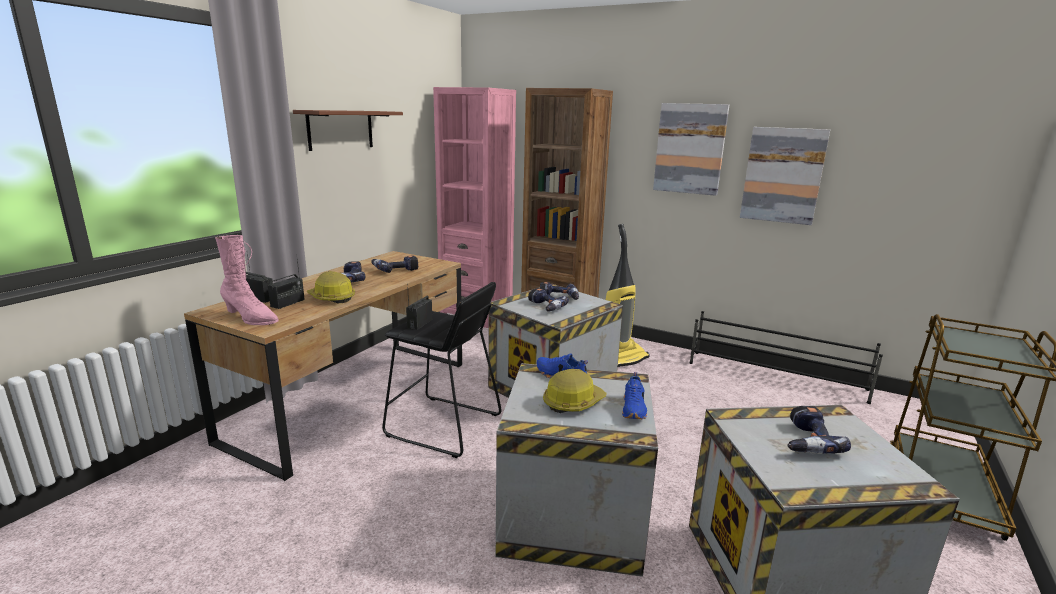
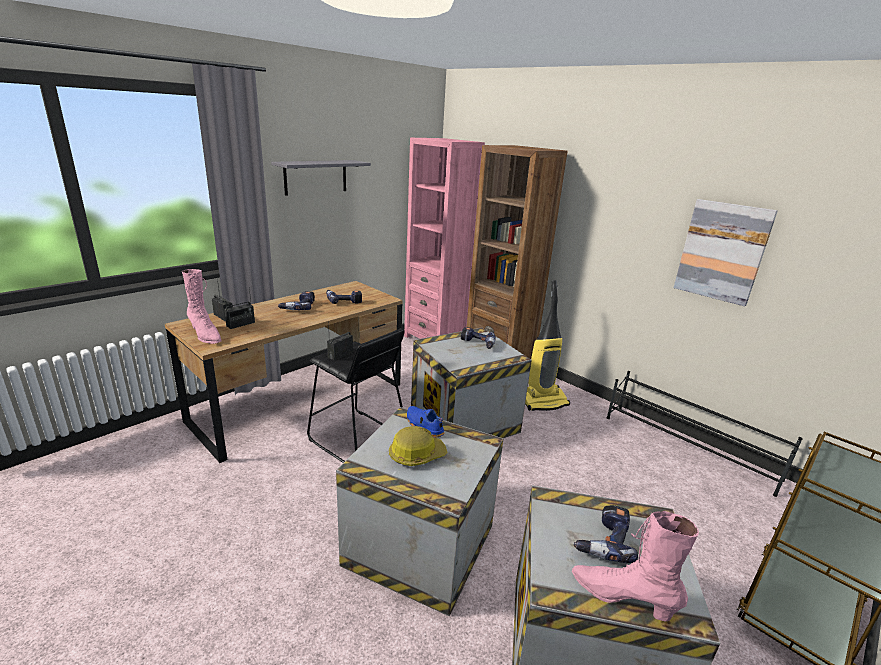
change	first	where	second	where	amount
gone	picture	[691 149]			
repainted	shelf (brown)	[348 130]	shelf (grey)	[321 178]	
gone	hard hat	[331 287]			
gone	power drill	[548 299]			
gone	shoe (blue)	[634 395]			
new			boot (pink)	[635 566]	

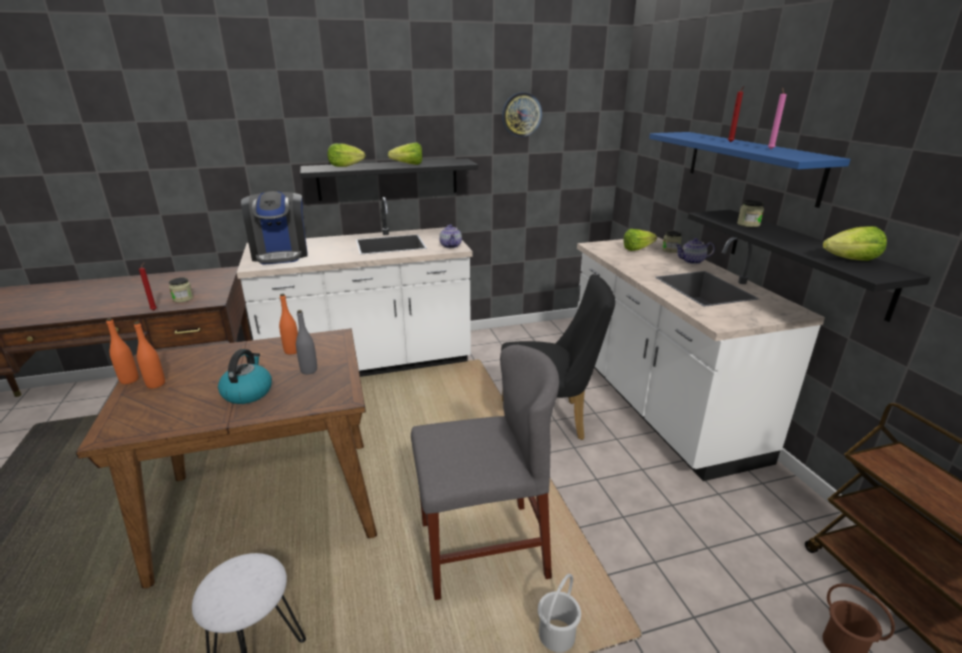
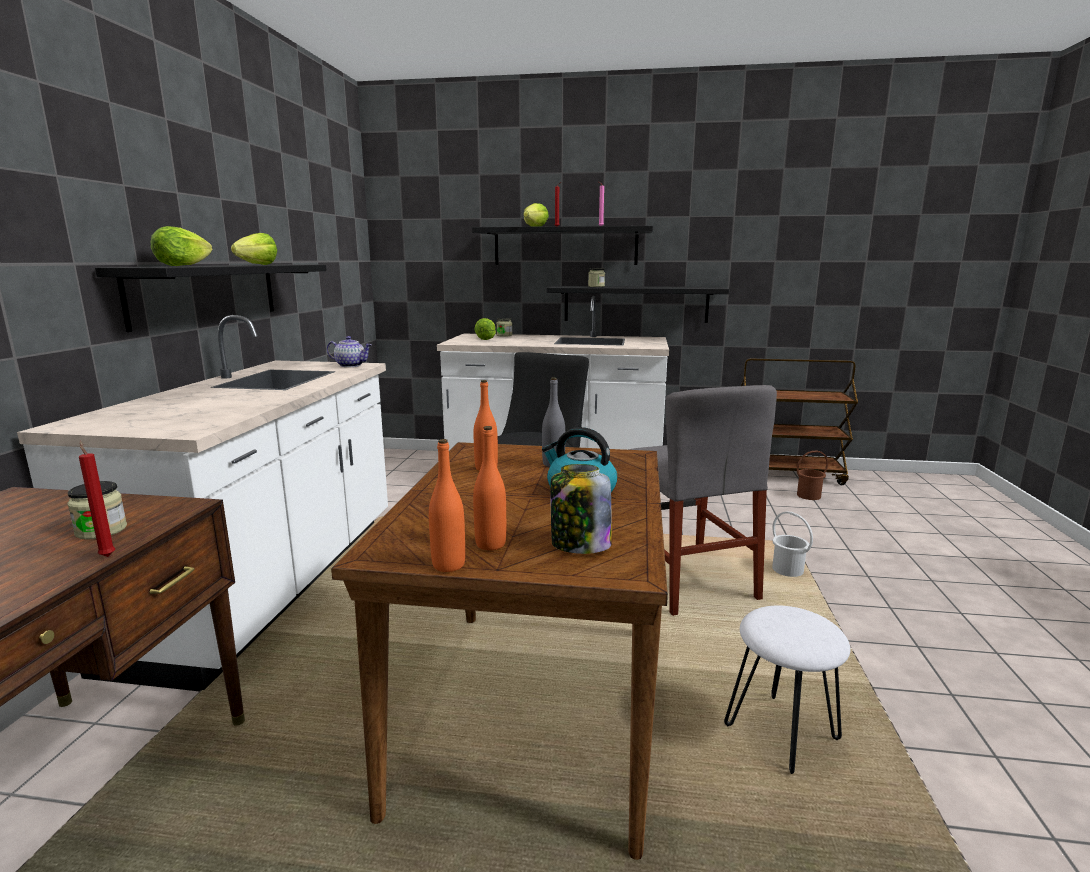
change	first	where	second	where	amount
gone	wall clock	[522 114]			
repainted	shelf (blue)	[749 170]	shelf (black)	[562 245]	
gone	coffee machine	[274 228]			
shifted	lettuce	[855 243]		[536 215]	
gone	teapot	[695 251]			
rotated	chair (grey)	[485 472]		[702 500]	150 degrees clockwise
new			jar	[581 509]	

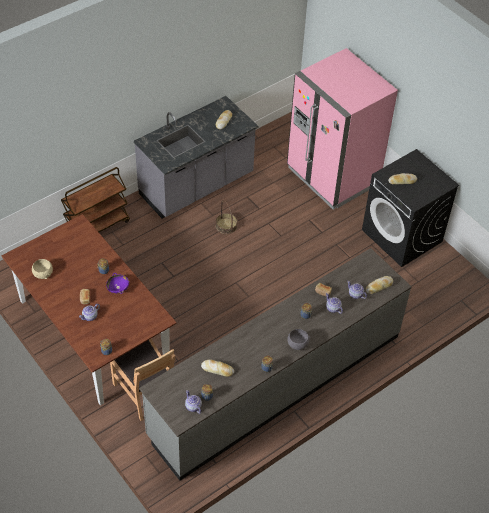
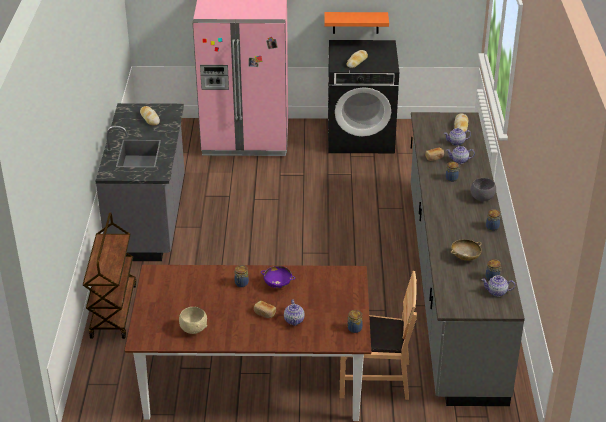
change	first	where	second	where	amount
gone	basket	[227 217]			
swapped	bread	[217 368]	bowl (beige)	[466 250]	
new			shelf (orange)	[356 23]	

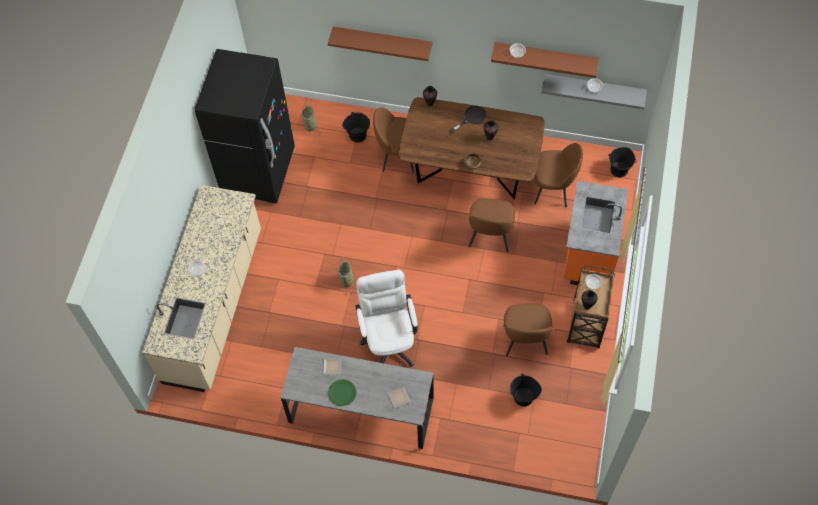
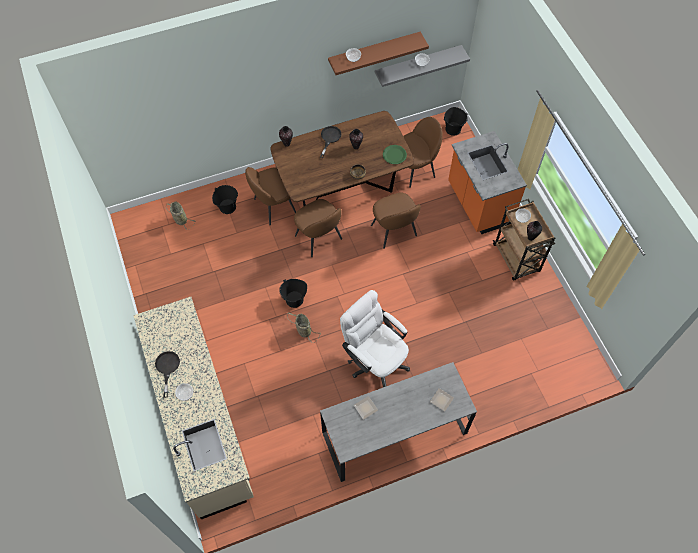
change	first	where	second	where	amount
gone	shelf (brown)	[380 44]			
gone	fridge (black)	[245 126]			
shifted	chair (brown)	[528 330]		[318 228]	
shifted	bucket (black)	[526 390]		[293 293]	
shifted	plate (green)	[342 392]		[395 154]	
new			frying pan (black)	[167 374]	

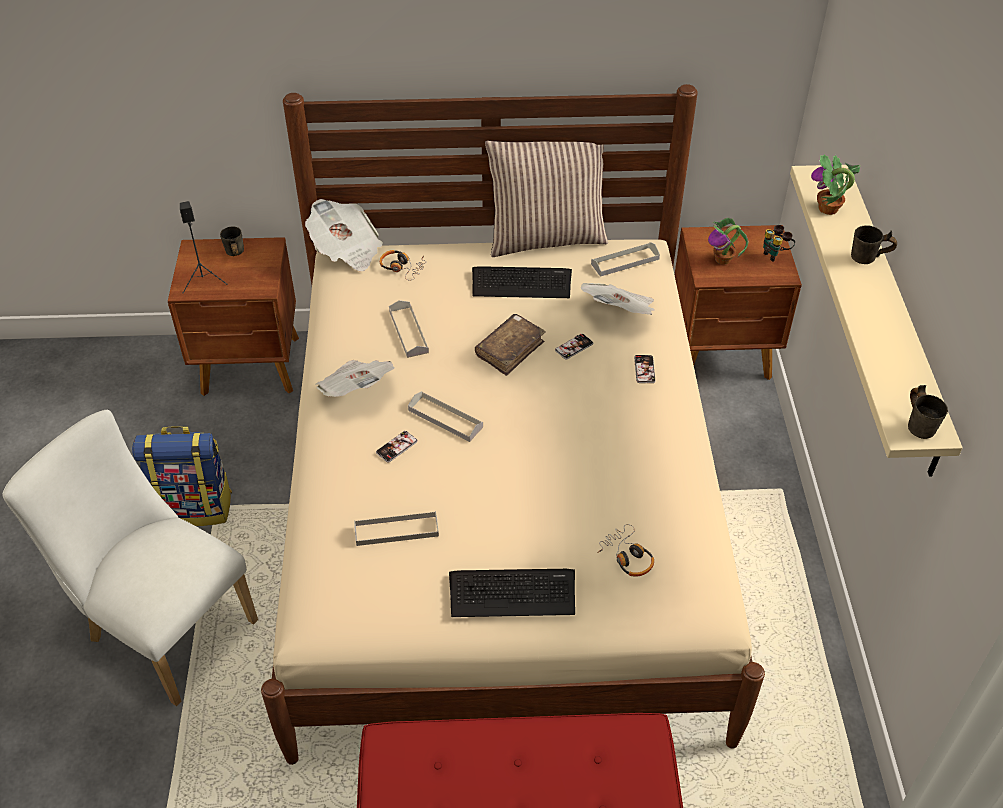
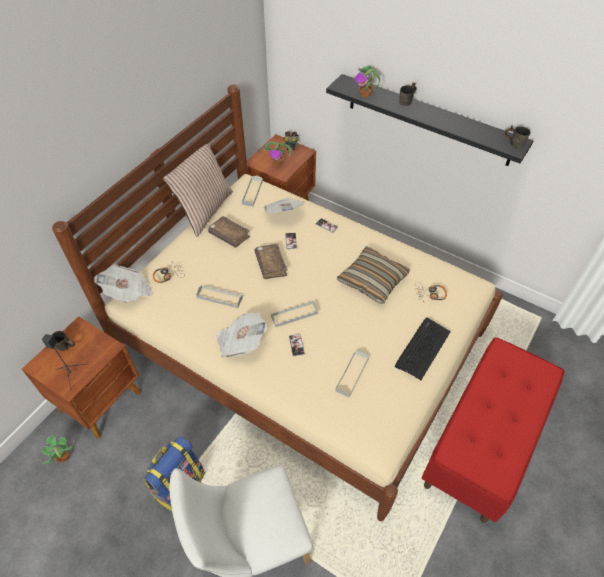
change	first	where	second	where	amount
repainted	shelf (beige)	[876 321]	shelf (black)	[429 120]	
swapped	keyboard	[522 282]	book (brown)	[229 232]	
new			pillow	[373 275]	
new			potted plant	[57 450]	

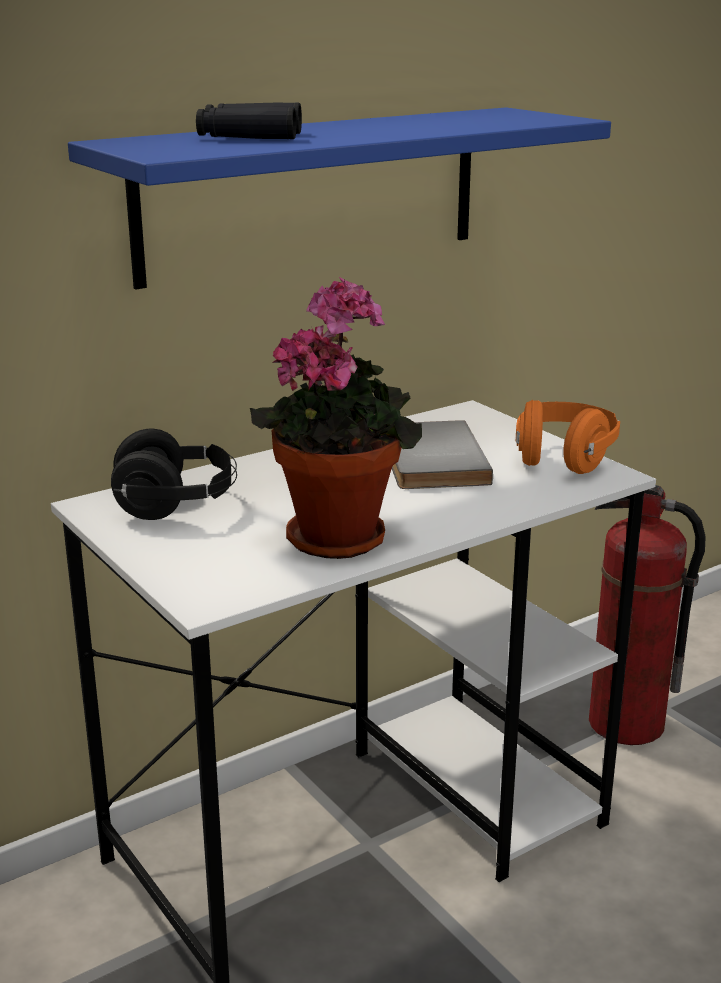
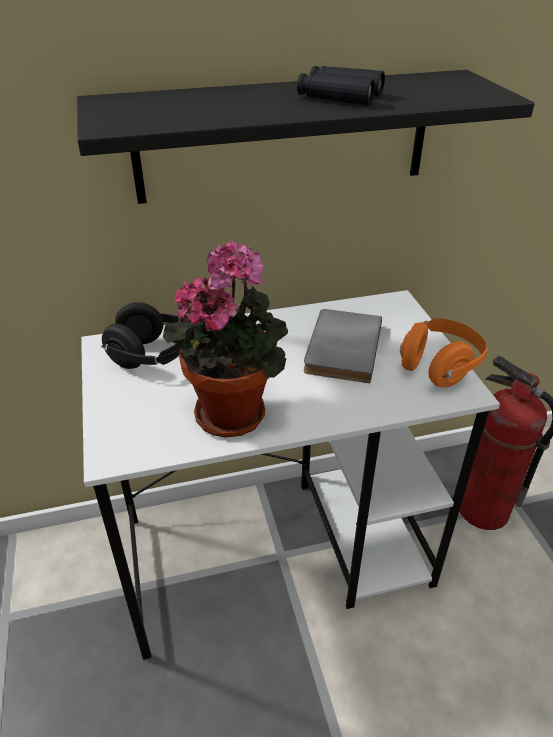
change	first	where	second	where	amount
shifted	binoculars (black)	[249 120]		[341 85]	
repainted	shelf (blue)	[339 198]	shelf (black)	[306 137]	

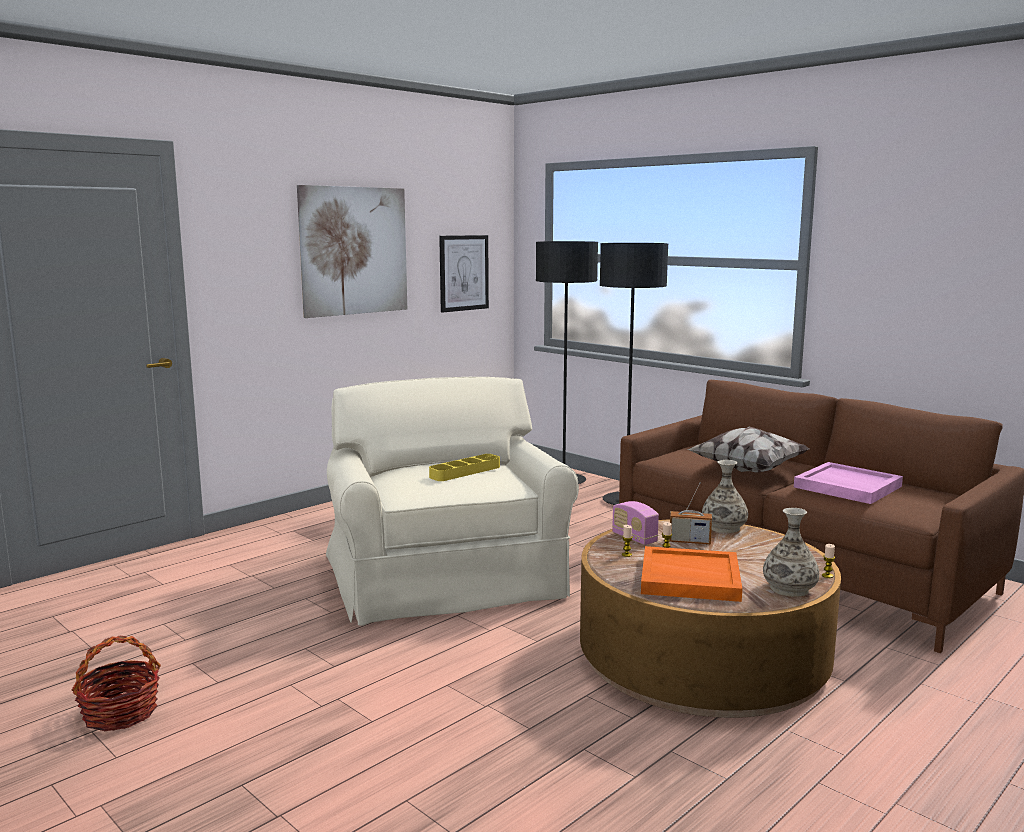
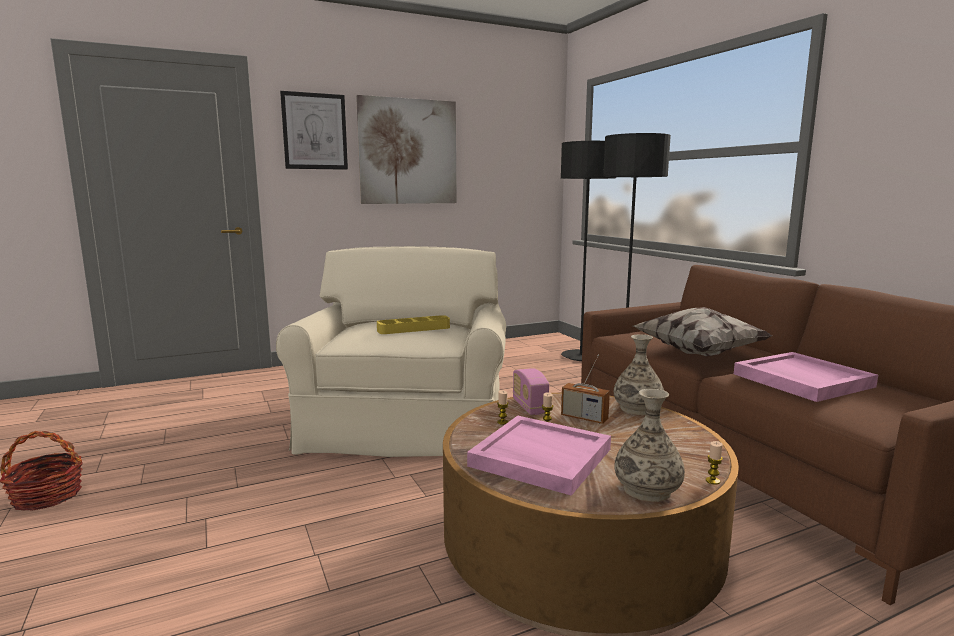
change	first	where	second	where	amount
shifted	picture	[464 274]		[314 130]	
repainted	tray (orange)	[691 574]	tray (pink)	[539 456]	

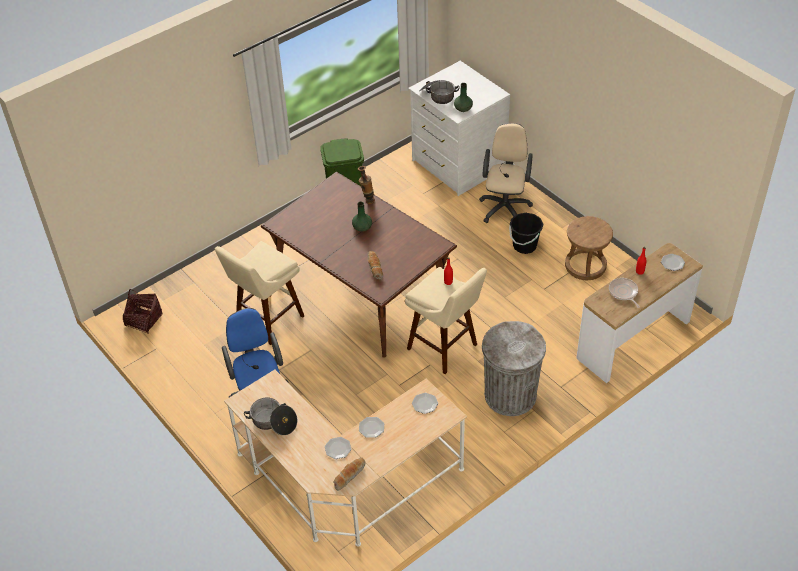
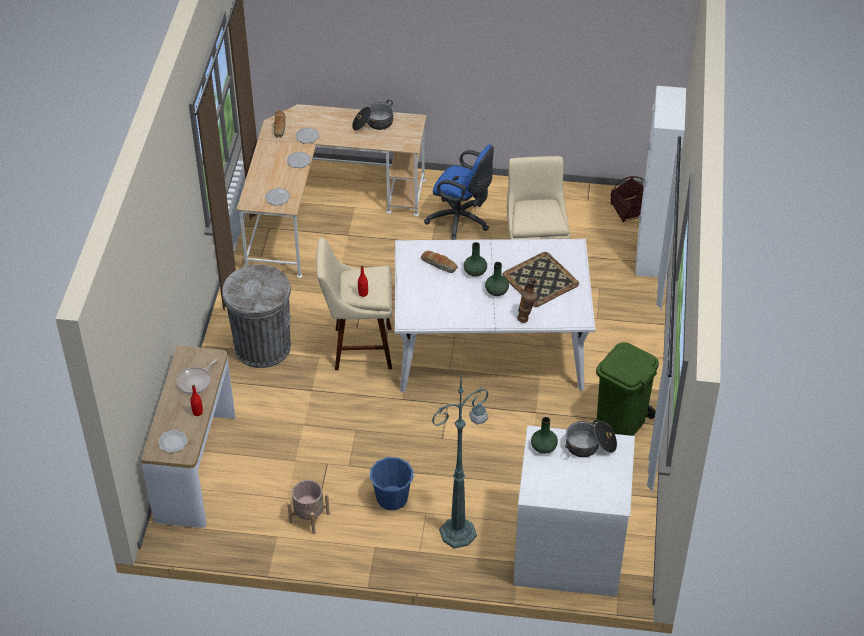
change	first	where	second	where	amount
swapped	office chair (beige)	[506 173]	floor lamp (green)	[460 463]	
repainted	dining table (brown)	[359 265]	dining table (white)	[495 315]	
repainted	bucket (black)	[526 233]	bucket (blue)	[391 483]	
swapped	stool (brown)	[589 248]	planter (beige)	[308 507]	
rotated	frying pan	[624 293]		[197 376]	105 degrees clockwise
new			cabinet (white)	[660 182]	
new			vase (green)	[475 259]	
new			tray	[541 279]	

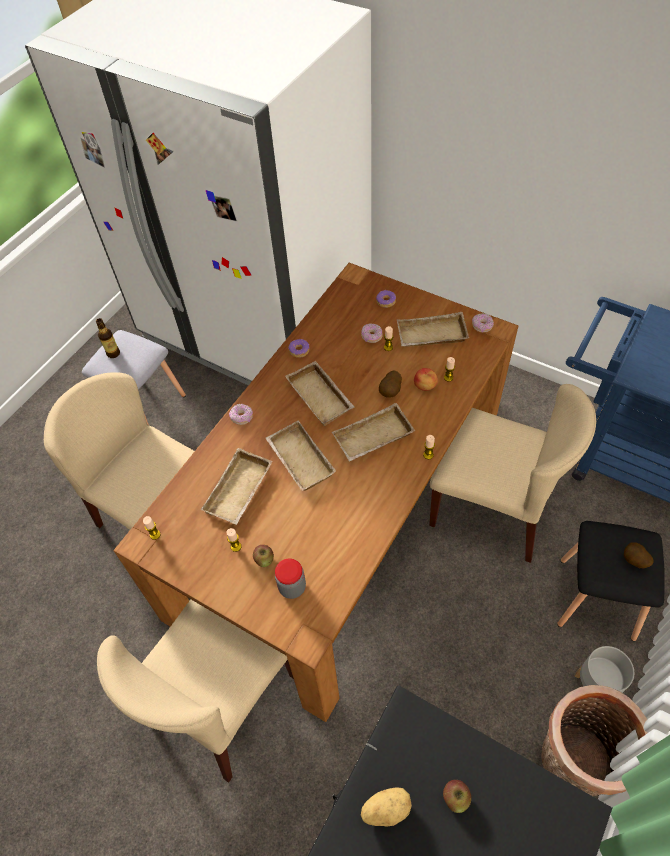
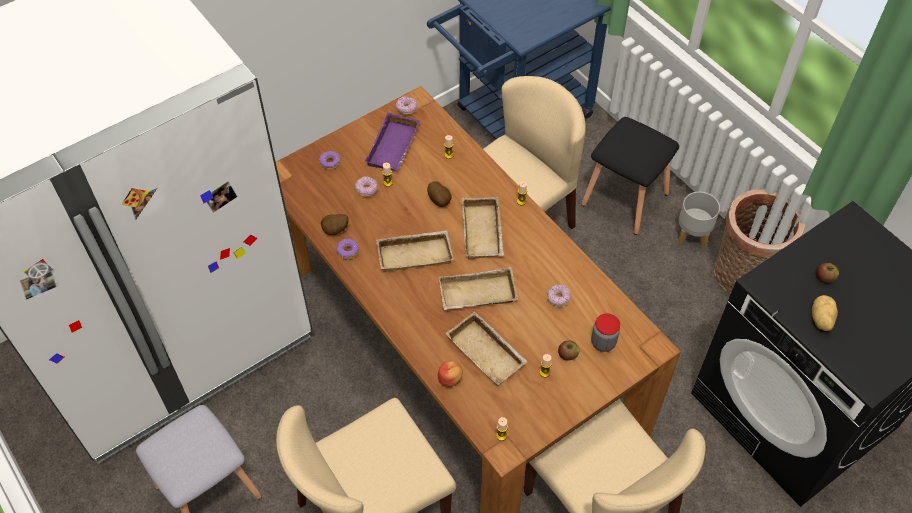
change	first	where	second	where	amount
repainted	tray (beige)	[432 329]	tray (purple)	[392 141]	
gone	bottle	[108 338]			
shifted	apple	[426 379]		[450 374]	
shifted	donut	[241 414]		[559 295]	
shifted	potato	[639 555]		[335 224]	

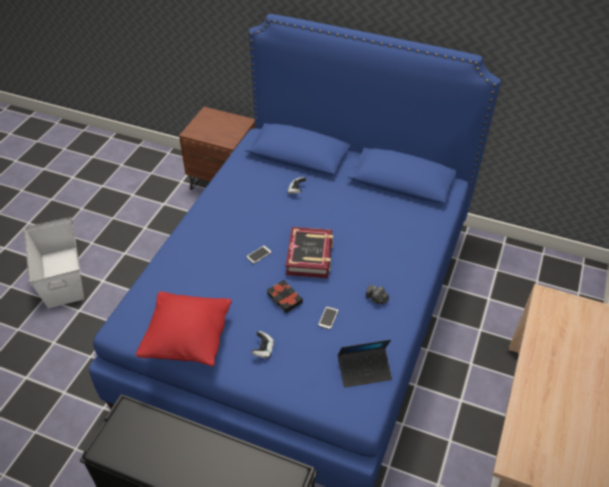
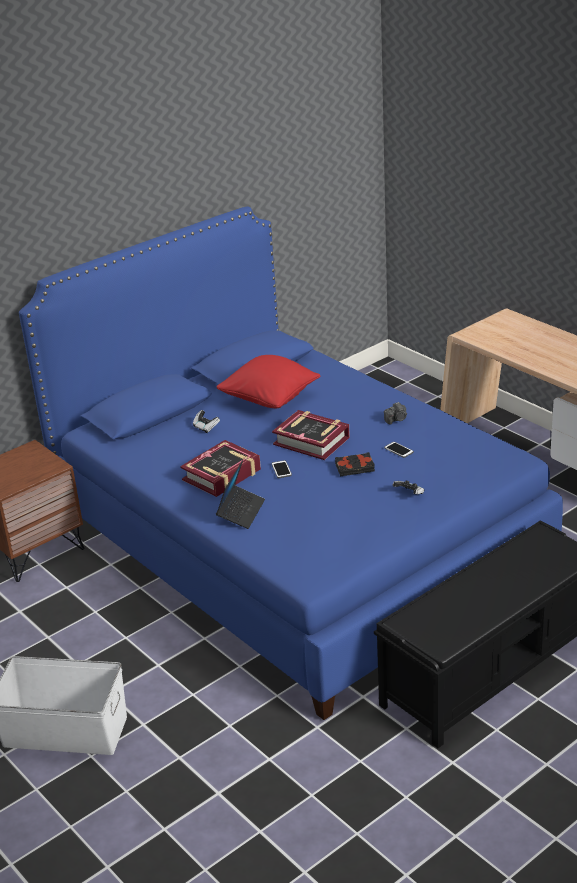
change	first	where	second	where	amount
shifted	pillow (red)	[184 328]		[268 381]	
shifted	laptop	[365 364]		[240 494]	
new			book	[220 468]	

